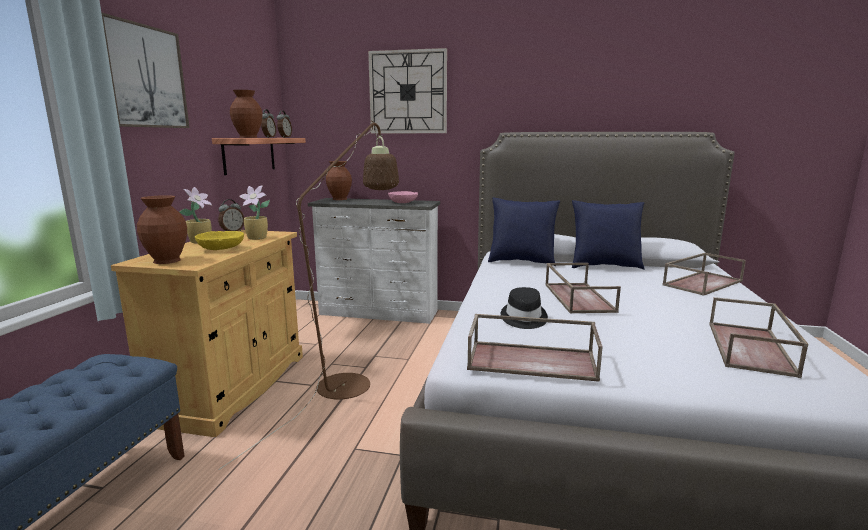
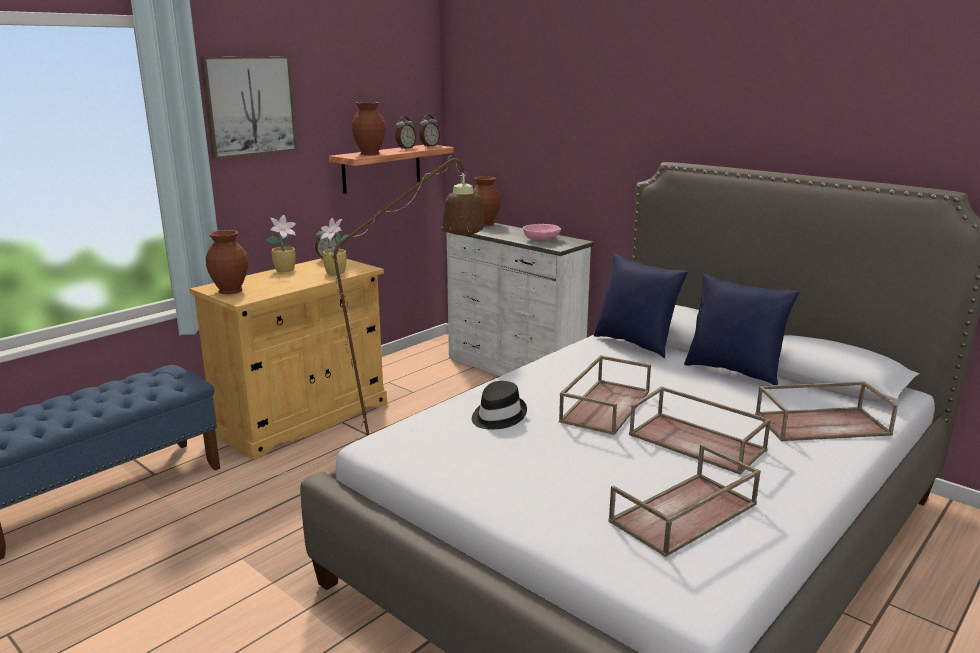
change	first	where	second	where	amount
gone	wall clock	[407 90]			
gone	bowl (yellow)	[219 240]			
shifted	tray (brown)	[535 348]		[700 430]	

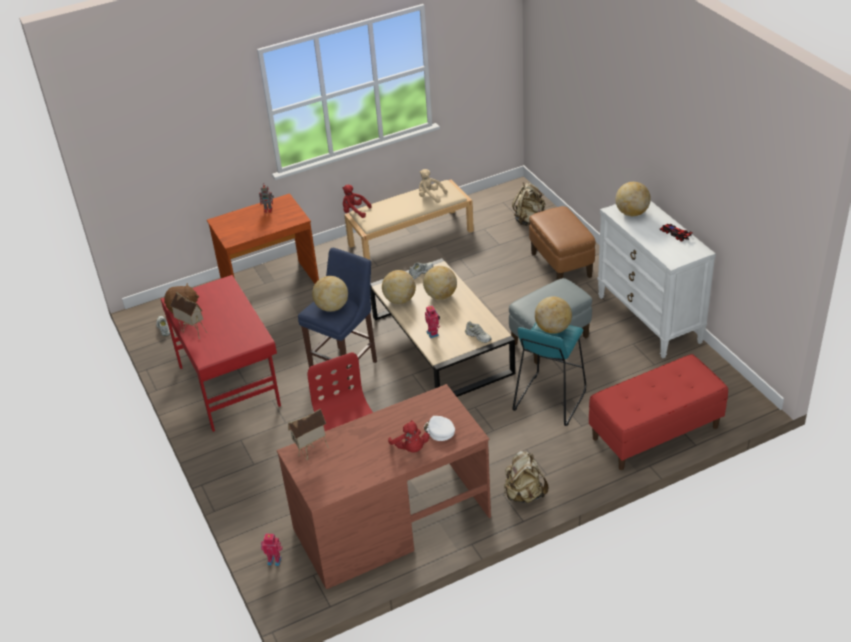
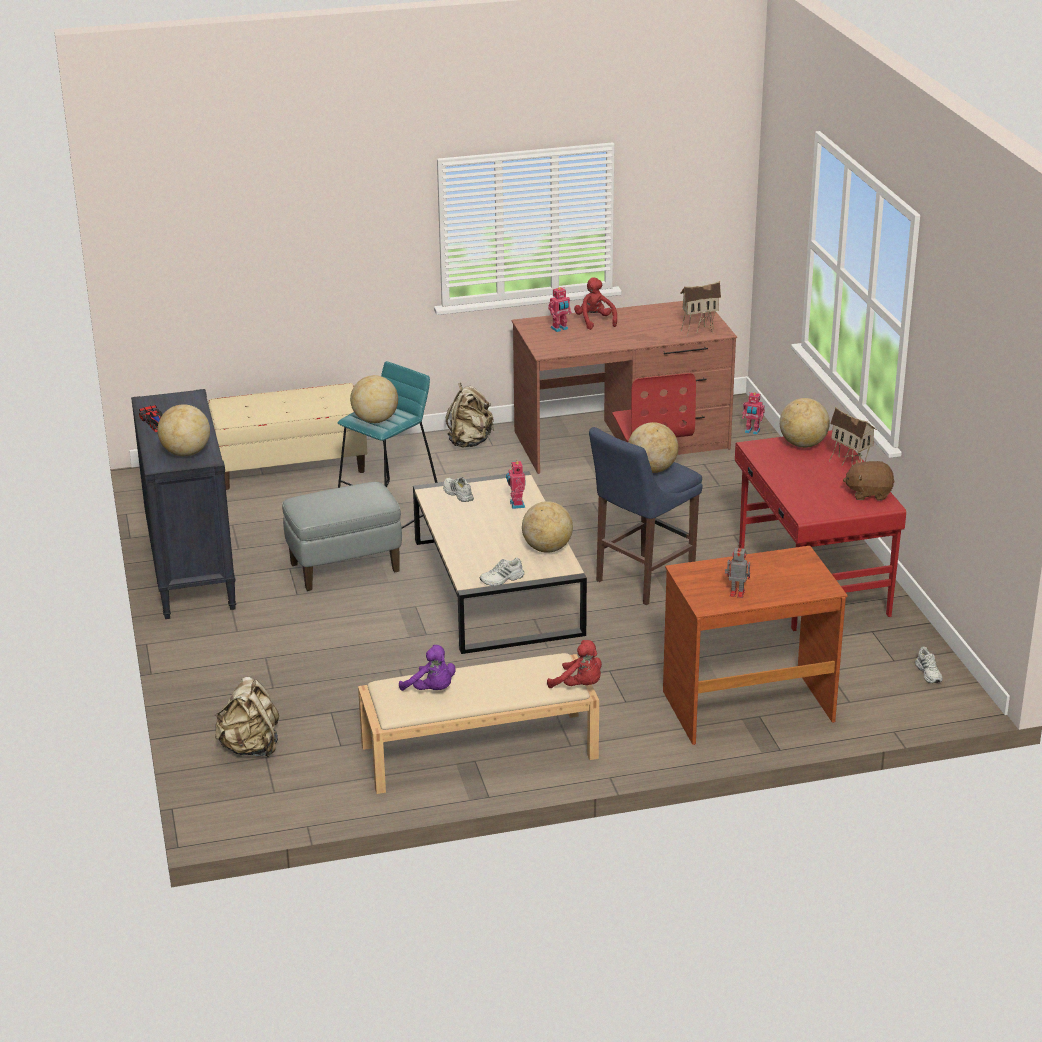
change	first	where	second	where	amount
repainted	plush toy (beige)	[433 186]	plush toy (purple)	[427 668]	
repainted	dresser (white)	[656 280]	dresser (black)	[183 504]	
gone	ottoman (brown)	[562 243]			
shifted	globe	[440 283]		[805 423]	
repainted	bench (red)	[658 412]	bench (beige)	[287 436]	
swapped	cap (white)	[439 428]	toy robot	[560 309]	

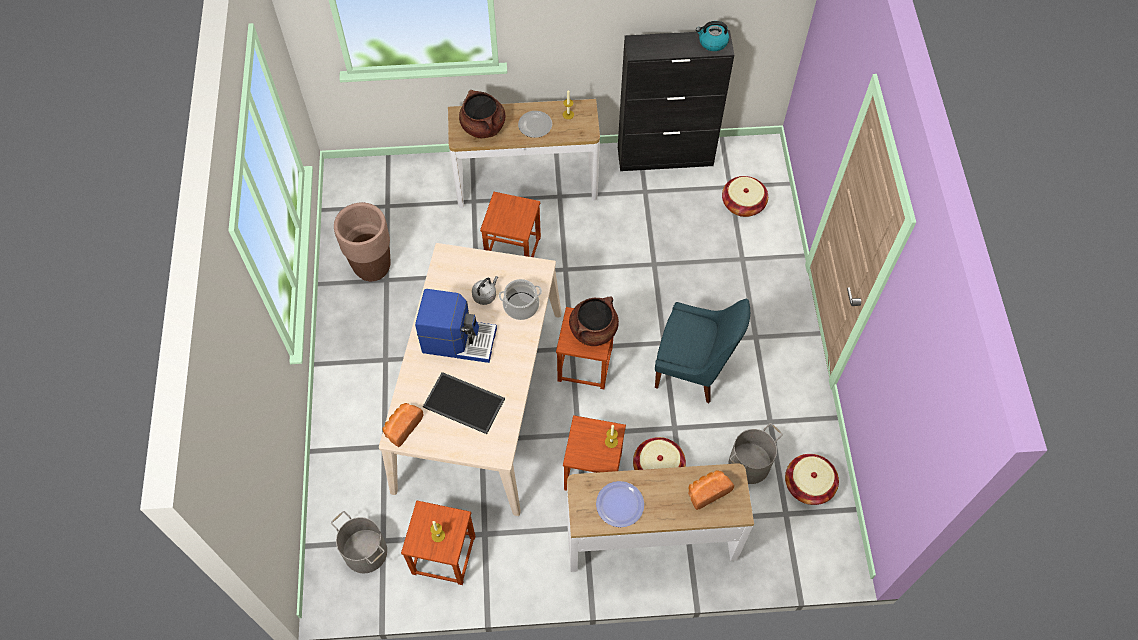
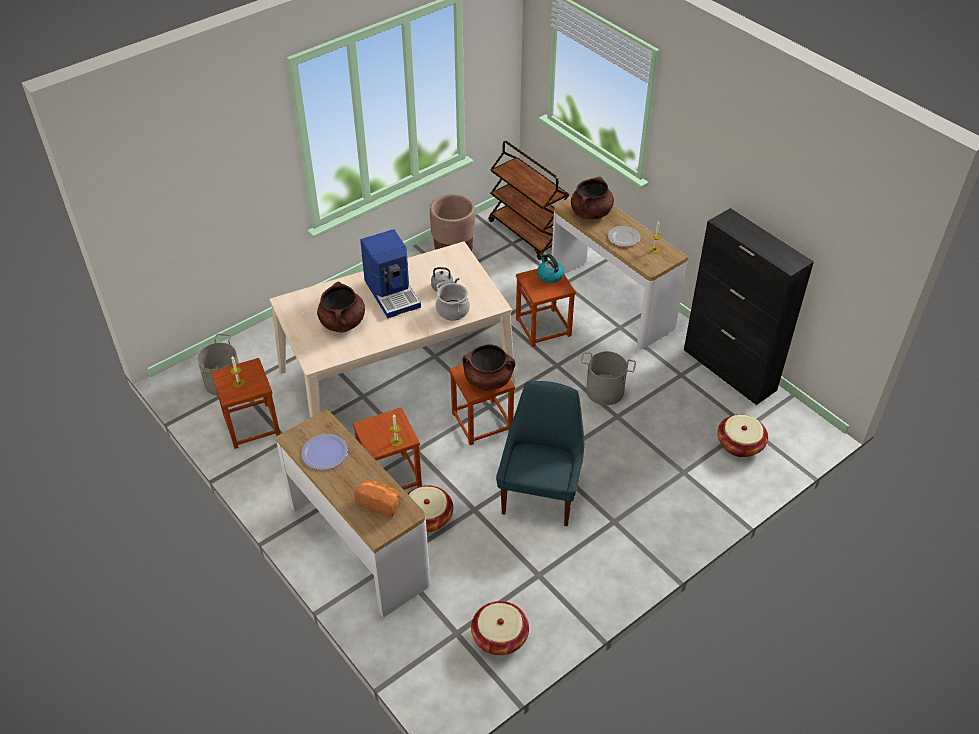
change	first	where	second	where	amount
shifted	kettle	[712 36]		[550 268]	
rotated	chair (blue)	[702 351]		[540 453]	150 degrees counterclockwise
swapped	tray	[464 403]	cooking pot (brown)	[341 307]	
gone	bread	[402 425]			
shifted	bucket (grey)	[756 453]		[608 378]	
new			cart (brown)	[528 200]	

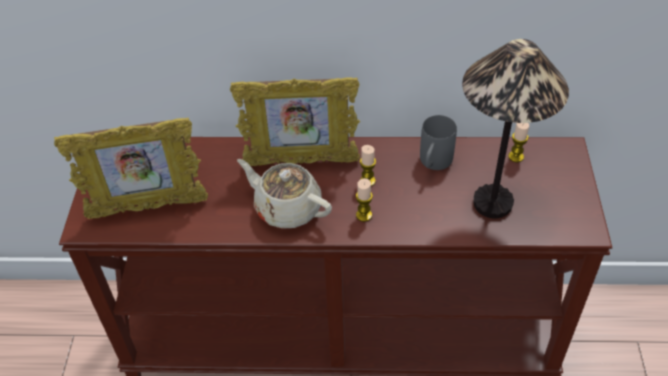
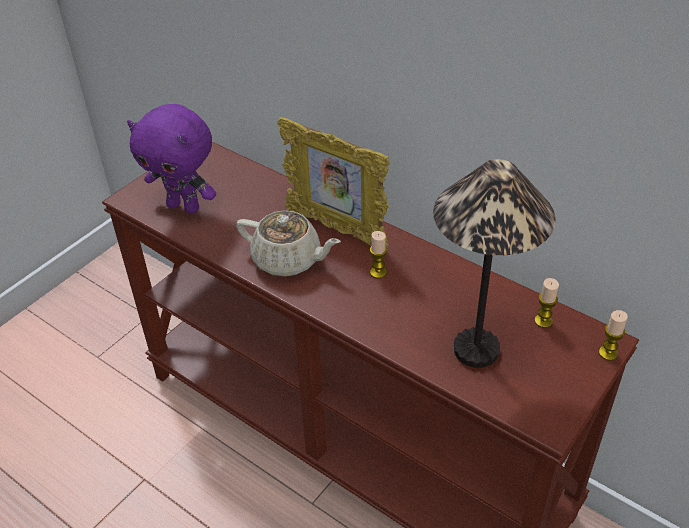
change	first	where	second	where	amount
gone	mug (grey)	[438 142]			
swapped	picture frame	[131 168]	plush toy (purple)	[171 159]	
rotated	teapot (beige)	[284 194]		[288 243]	135 degrees clockwise
shifted	candle	[364 200]		[613 335]	

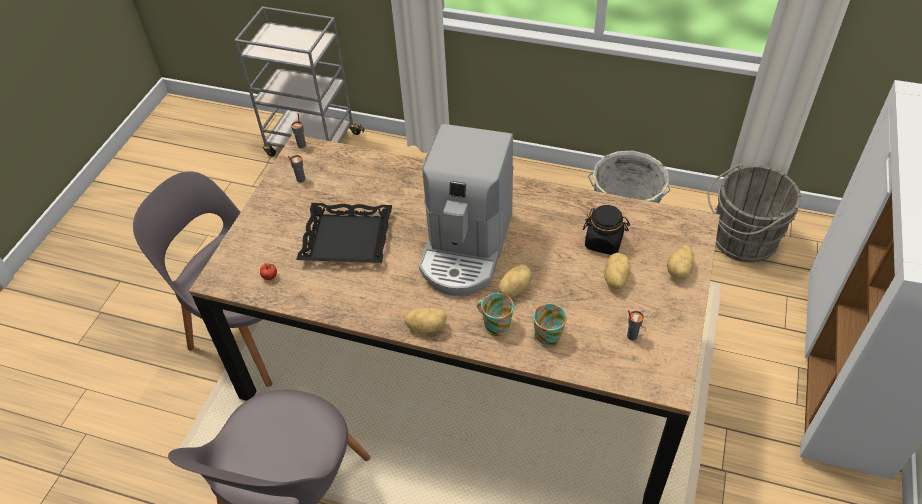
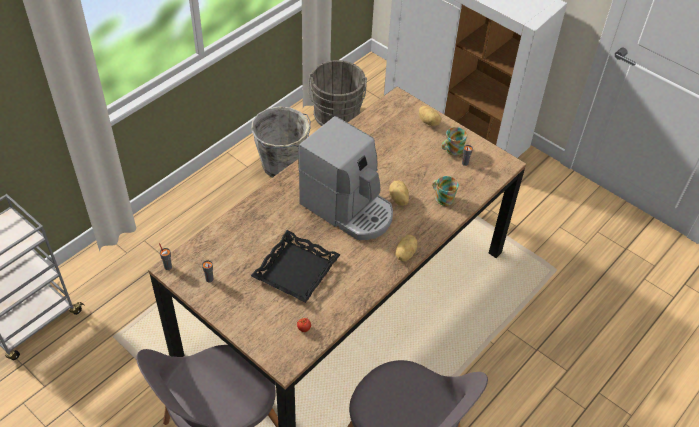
change	first	where	second	where	amount
gone	jar (black)	[606 230]			
gone	potato	[617 271]			
shifted	mug	[495 314]		[454 141]	

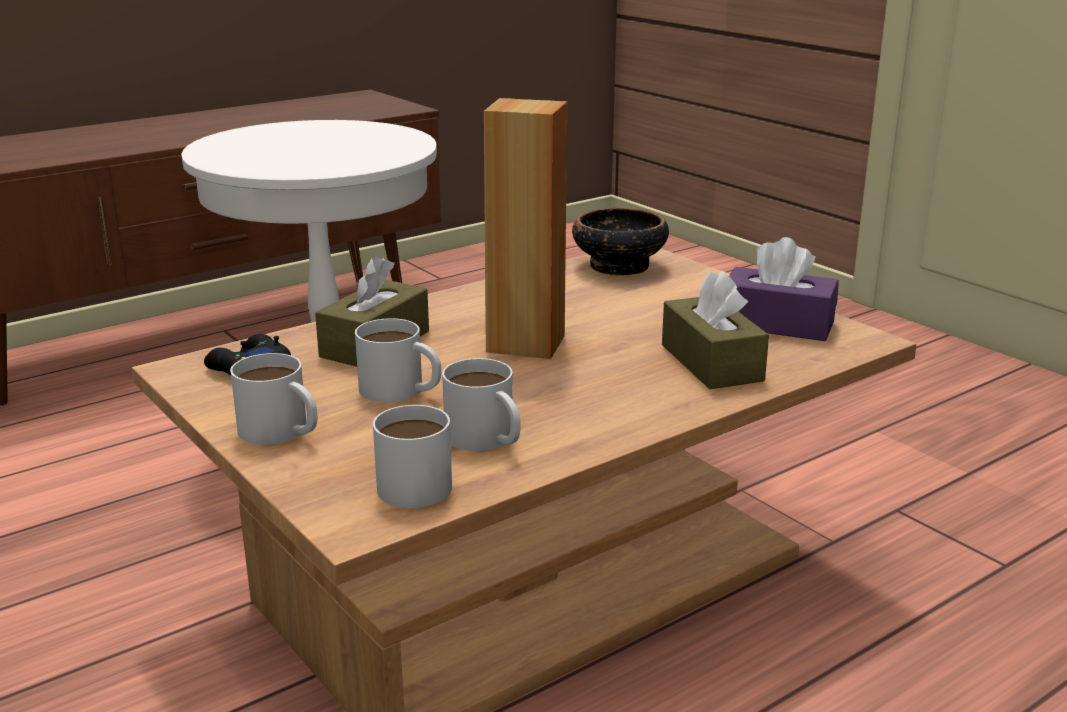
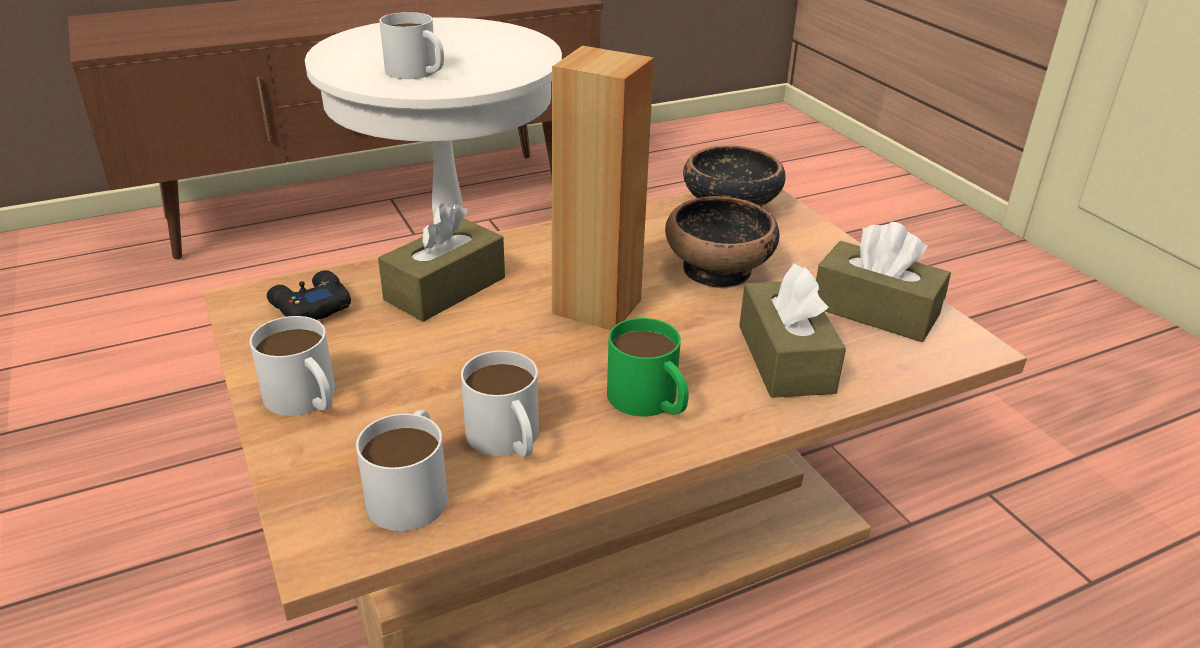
change	first	where	second	where	amount
repainted	tissue box (purple)	[784 289]	tissue box (brown)	[883 282]	
shifted	mug (white)	[398 360]		[411 45]	
new			bowl	[722 242]	
new			mug (green)	[648 367]	

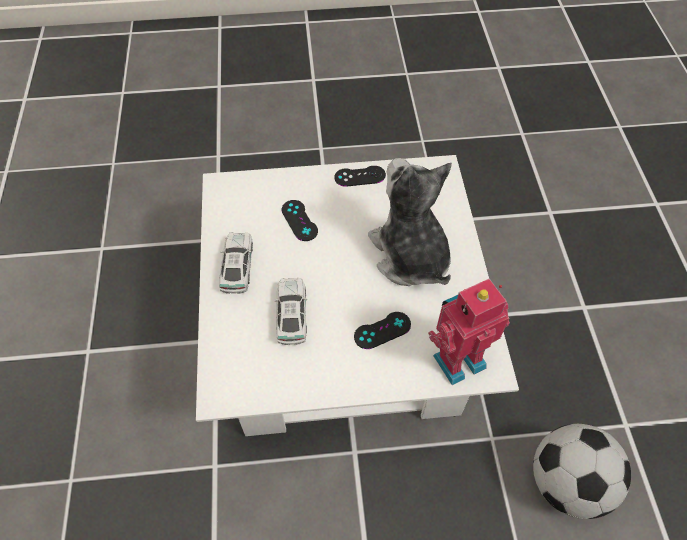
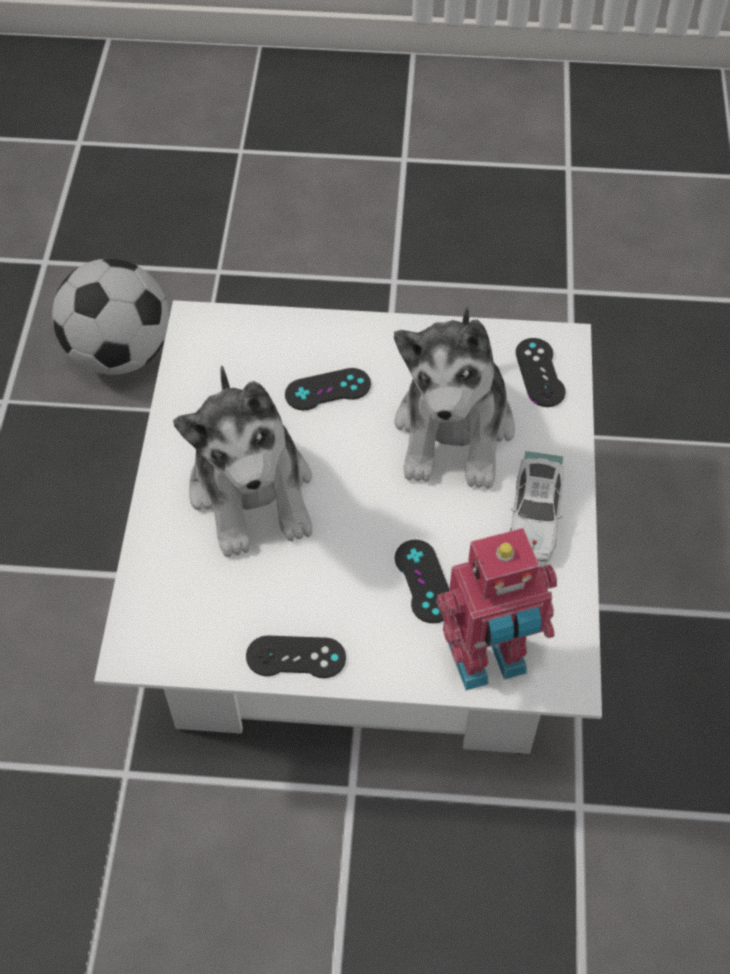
change	first	where	second	where	amount
swapped	toy car	[290 311]	plush toy	[454 397]	
shifted	toy robot	[469 331]		[497 609]	
new			game controller (black)	[540 372]	

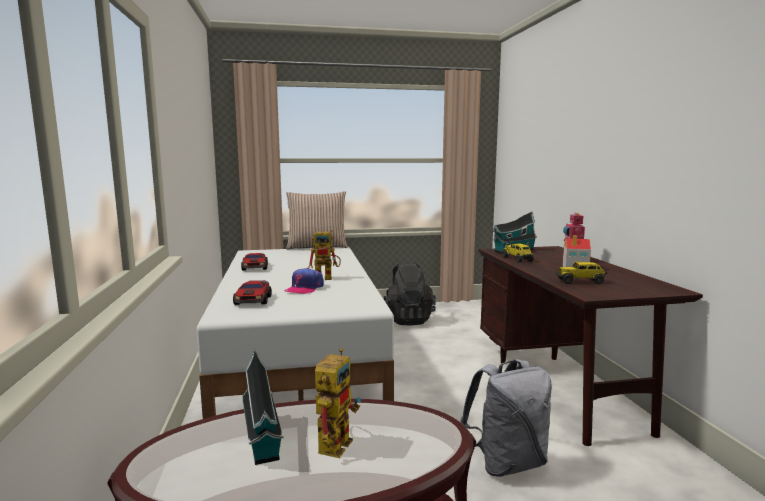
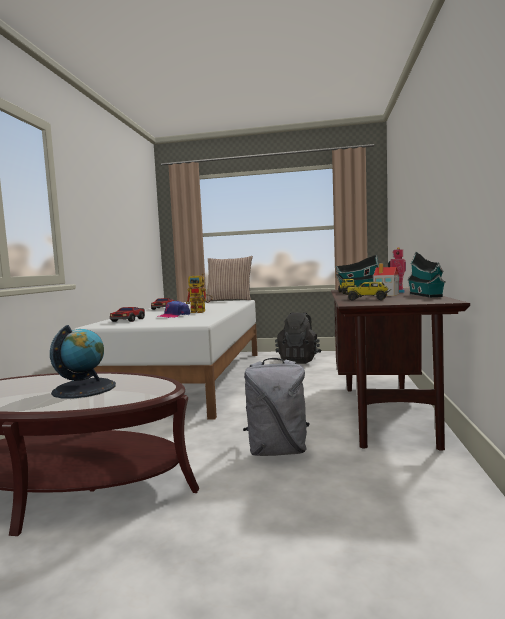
change	first	where	second	where	amount
swapped	toy robot	[338 403]	globe	[83 362]	
shifted	toy house	[263 407]		[426 274]	

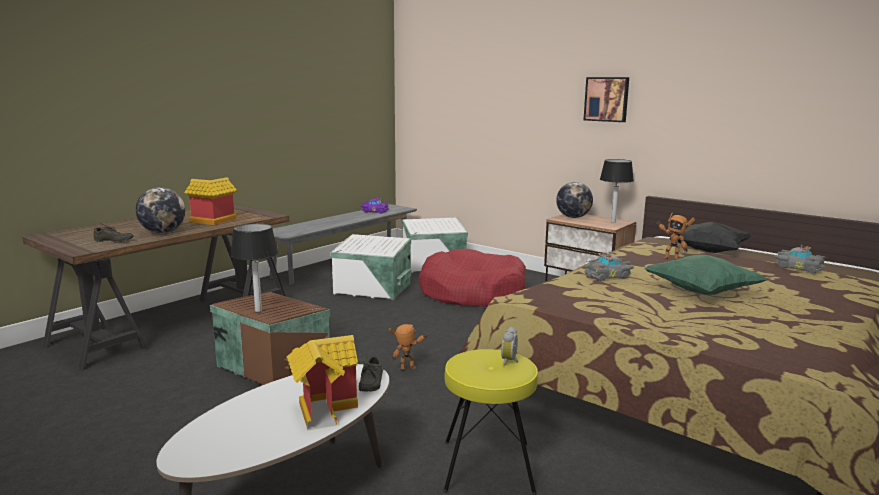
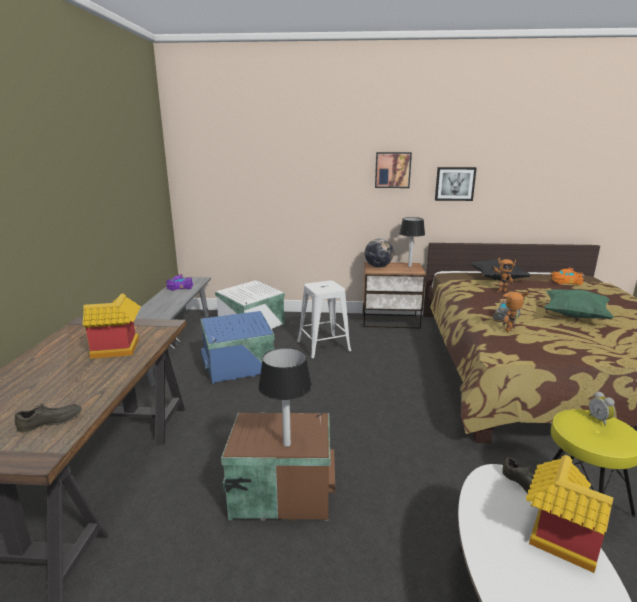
change	first	where	second	where	amount
gone	globe	[160 210]			
repainted	storage box (white)	[370 267]	storage box (blue)	[237 347]	
repainted	toy car (grey)	[799 259]	toy car (orange)	[567 276]	
swapped	dog bed (red)	[472 278]	stool (white)	[324 320]	
shifted	toy robot	[408 347]		[515 312]	
new			picture	[456 184]	

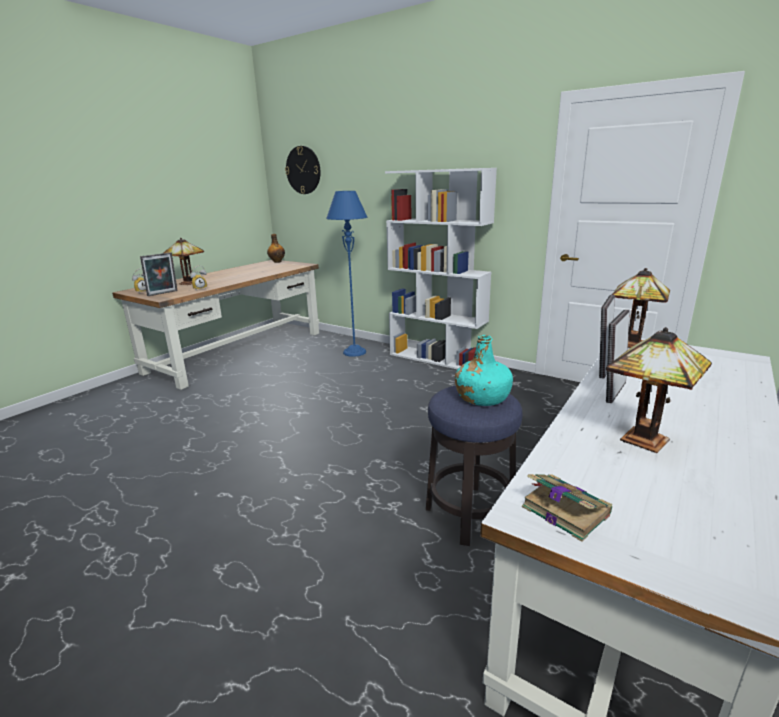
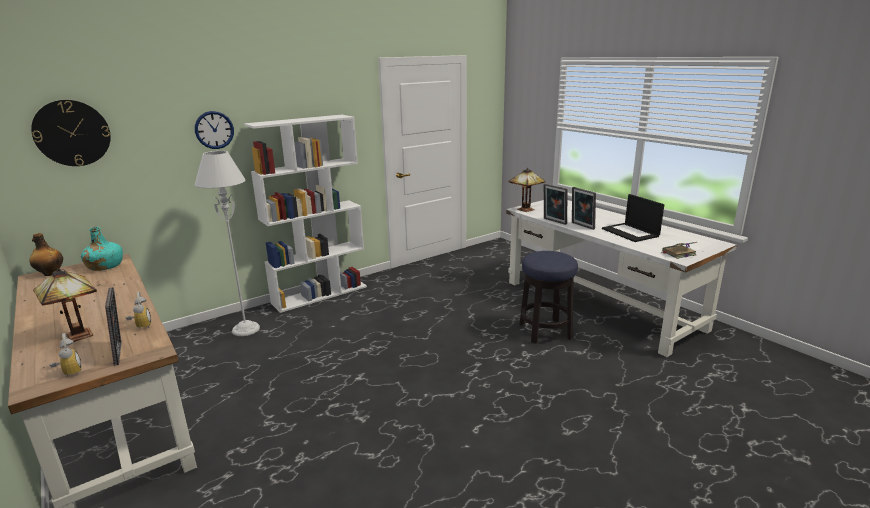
change	first	where	second	where	amount
repainted	floor lamp (blue)	[346 274]	floor lamp (grey)	[227 243]	
swapped	table lamp	[659 390]	laptop	[633 218]	
shifted	bottle (turquoise)	[484 370]		[102 249]	
new			wall clock	[214 130]	

